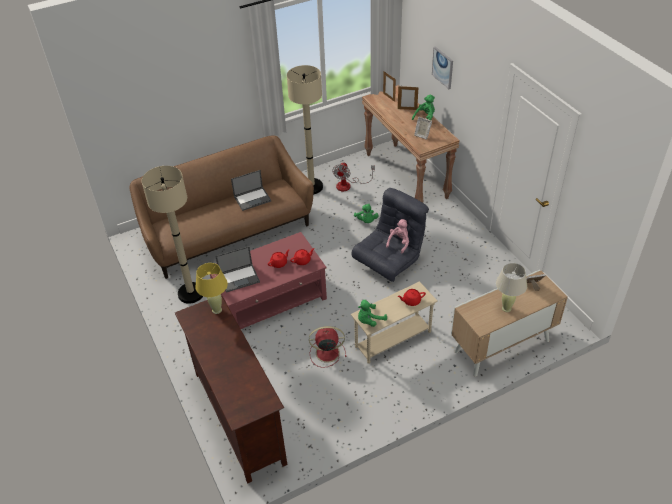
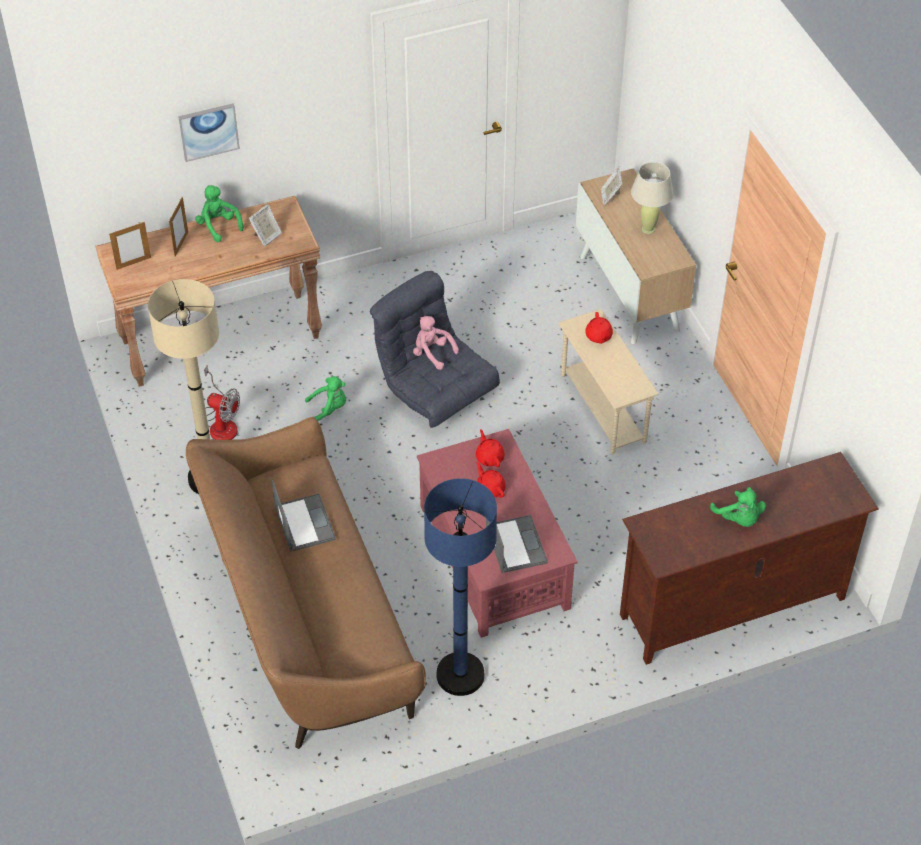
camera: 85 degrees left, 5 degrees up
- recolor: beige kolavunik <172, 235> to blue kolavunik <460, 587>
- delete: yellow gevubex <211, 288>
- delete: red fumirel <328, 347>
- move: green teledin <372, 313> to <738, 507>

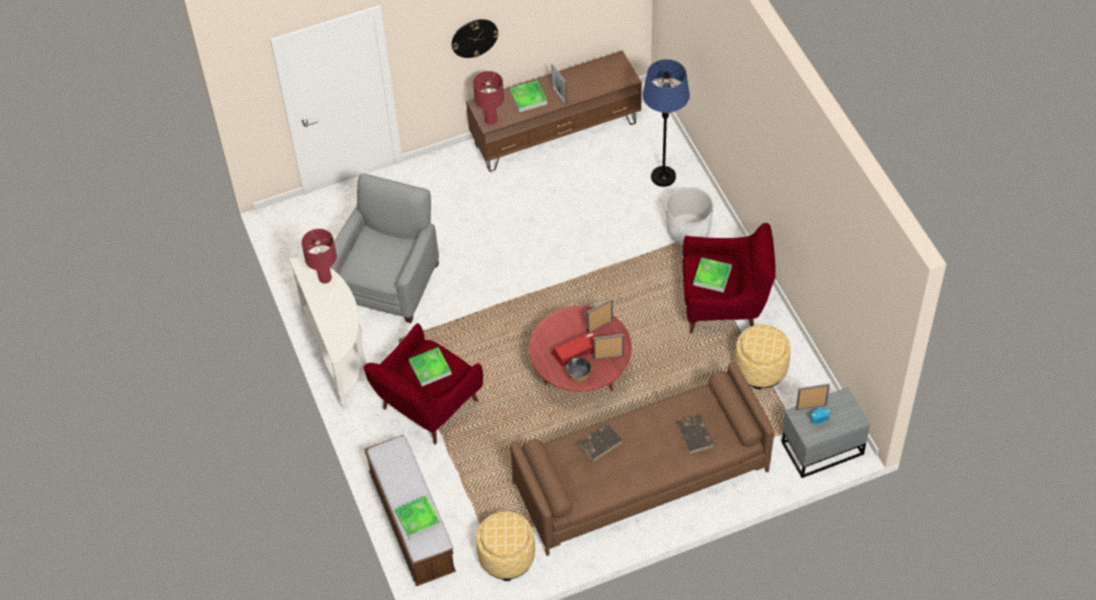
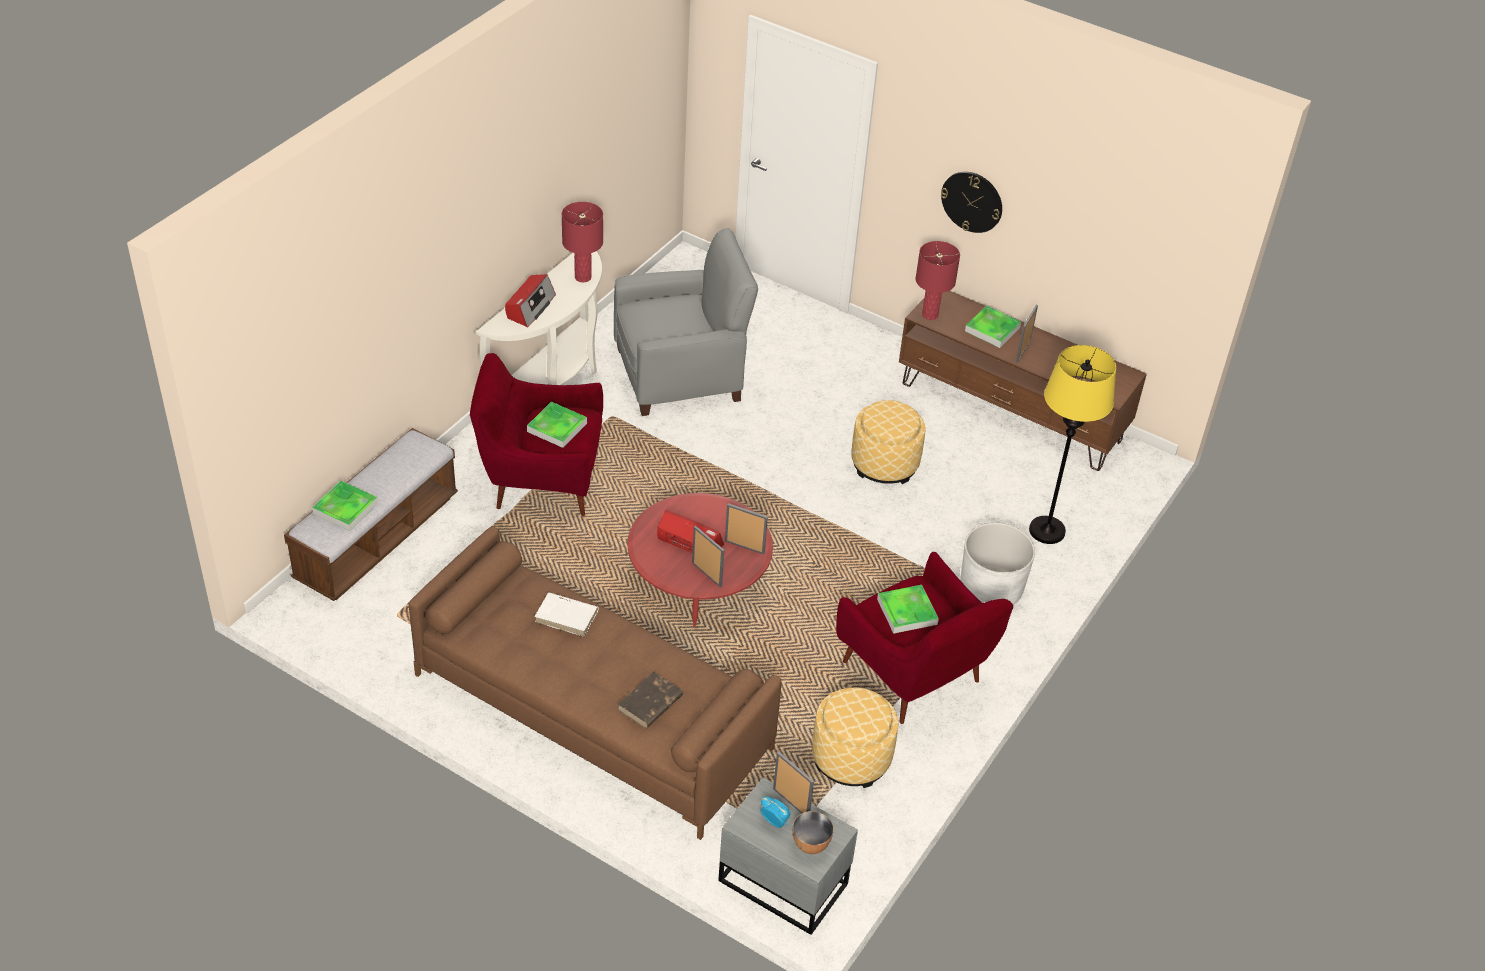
camera: 50 degrees right, 10 degrees down
- move: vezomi <505, 546> to <888, 442>
- move: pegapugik <579, 370> to <813, 832>
- recolor: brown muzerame <600, 442> to white muzerame <566, 615>
- recolor: blue kolavunik <666, 123> to yellow kolavunik <1072, 444>
- insert: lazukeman <530, 300>

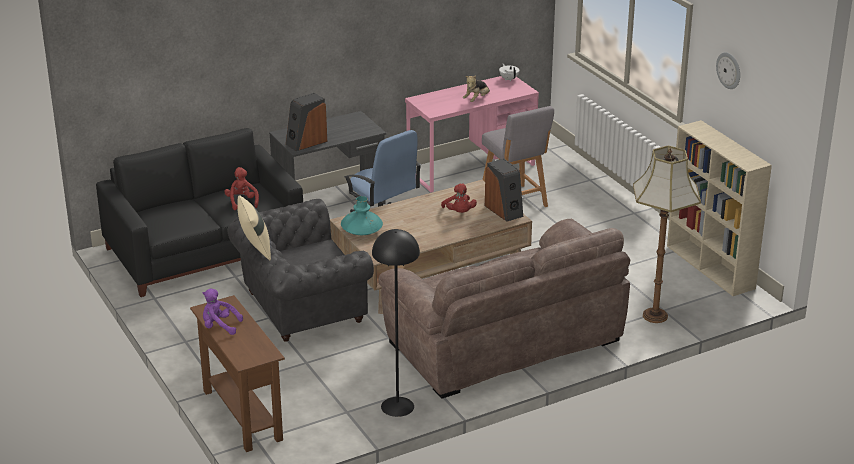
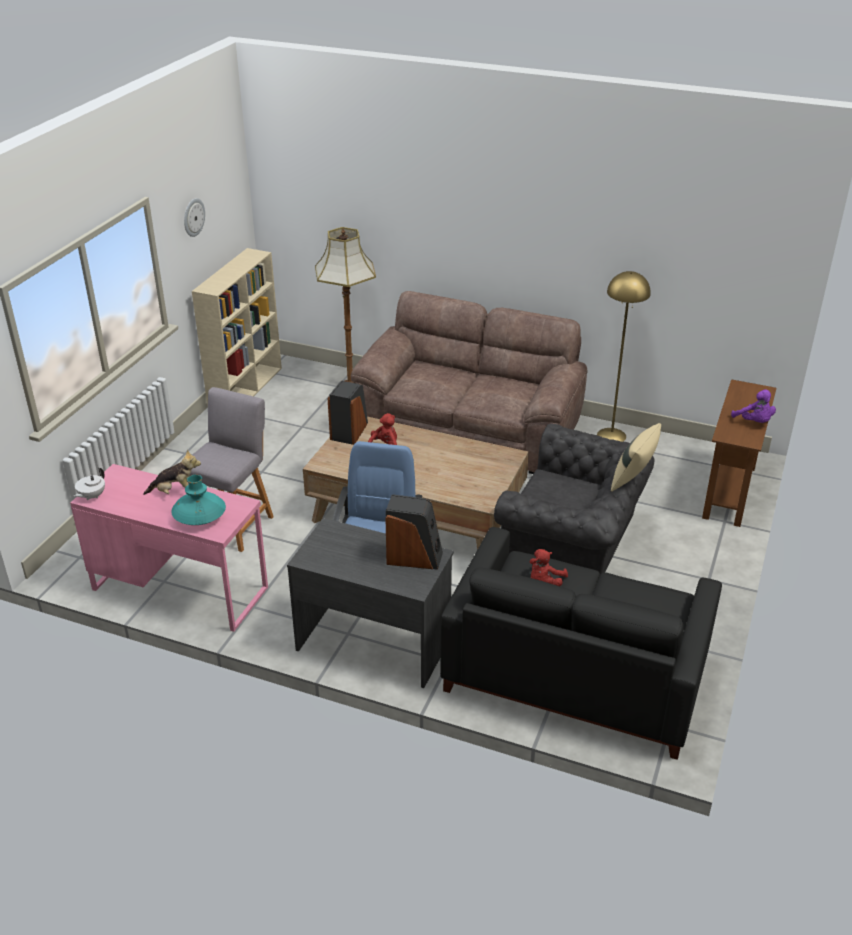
camera: 130 degrees left, 5 degrees up
- move: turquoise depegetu <362, 215> to <198, 500>
- recolor: black kolavunik <396, 323> to yellow kolavunik <624, 356>

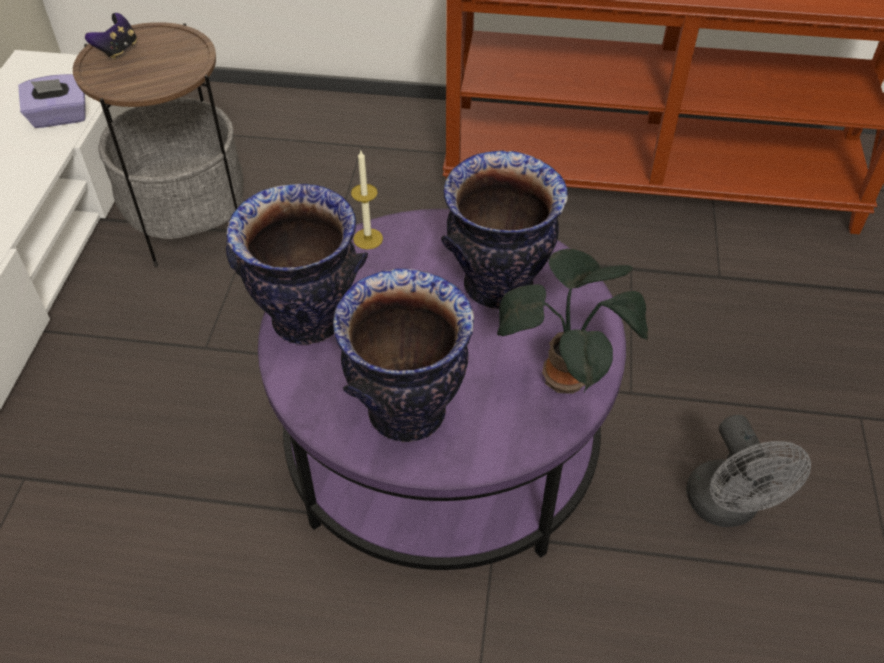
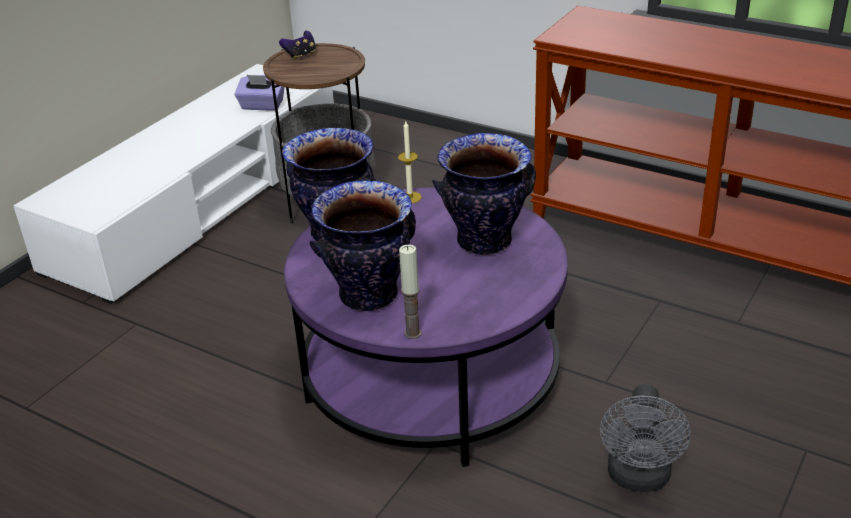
camera: 25 degrees right, 15 degrees down
- delete: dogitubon <572, 321>
- insert: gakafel <410, 292>

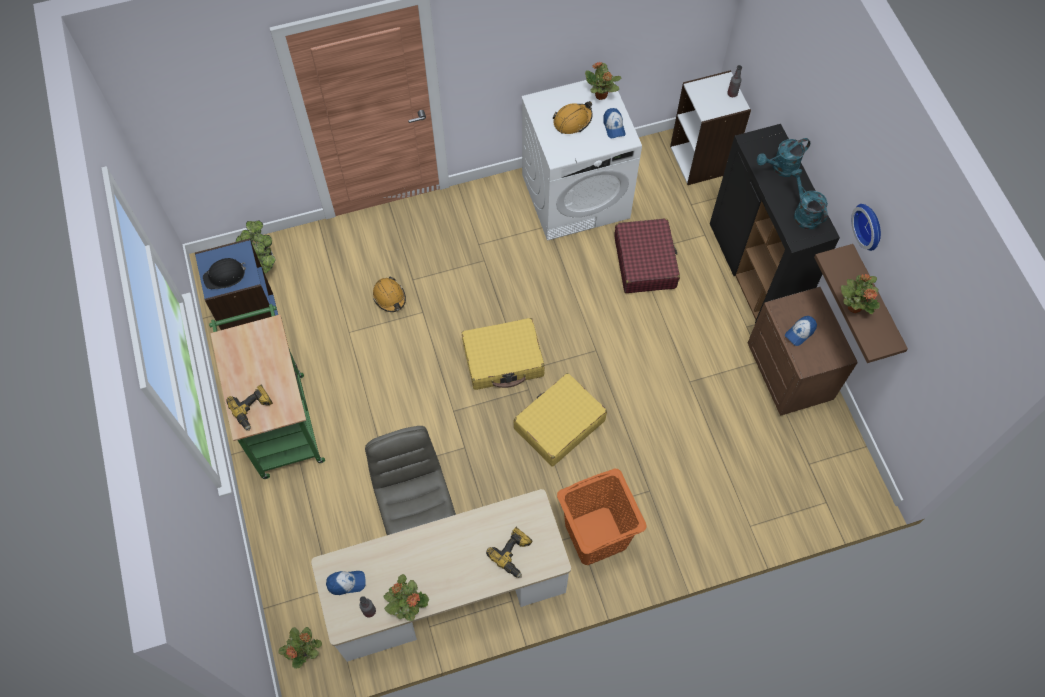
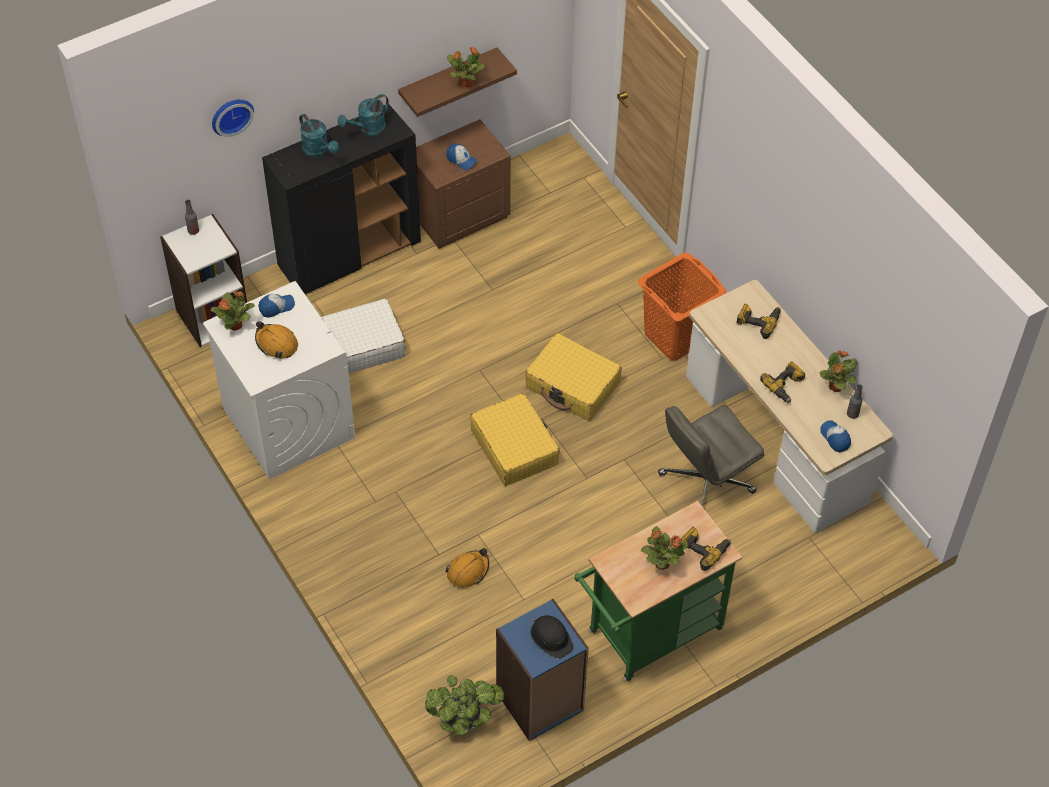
camera: 105 degrees left, 10 degrees down
- move: dogitubon <300, 648> to <664, 548>
- recolor: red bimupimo <647, 255> to white bimupimo <363, 336>
- move: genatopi <866, 227> to <233, 118>
- insert: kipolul <782, 382>

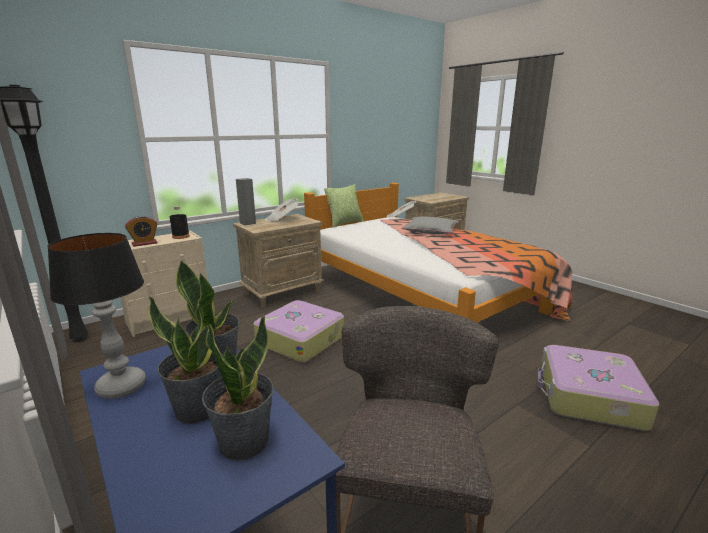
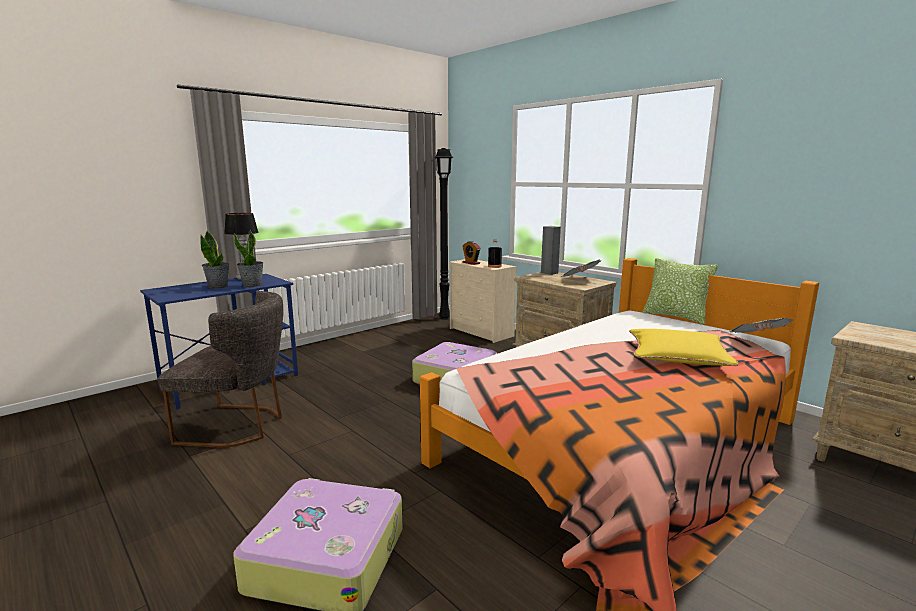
camera: 85 degrees right, 5 degrees down
- delete: dogitubon <238, 388>
- recolor: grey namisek <430, 225> to yellow namisek <684, 347>

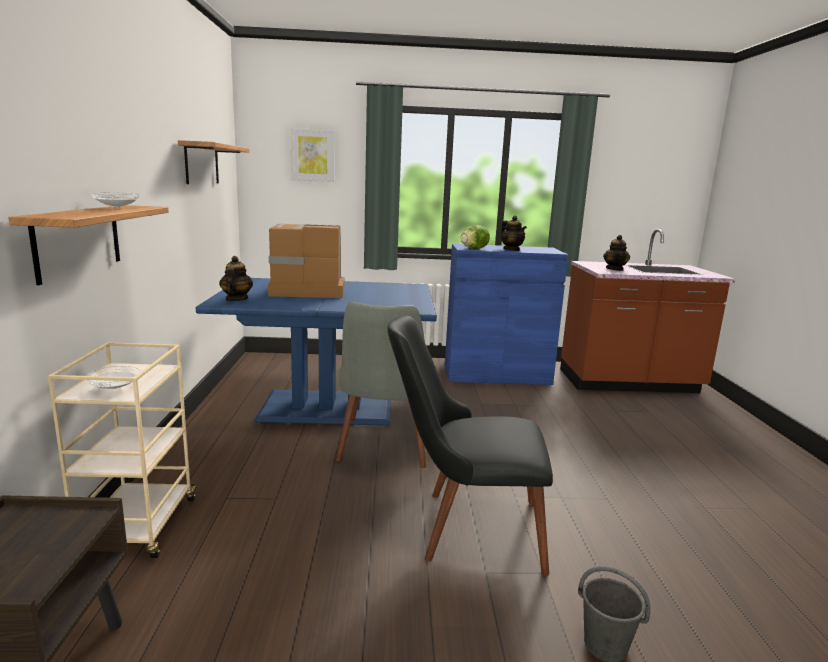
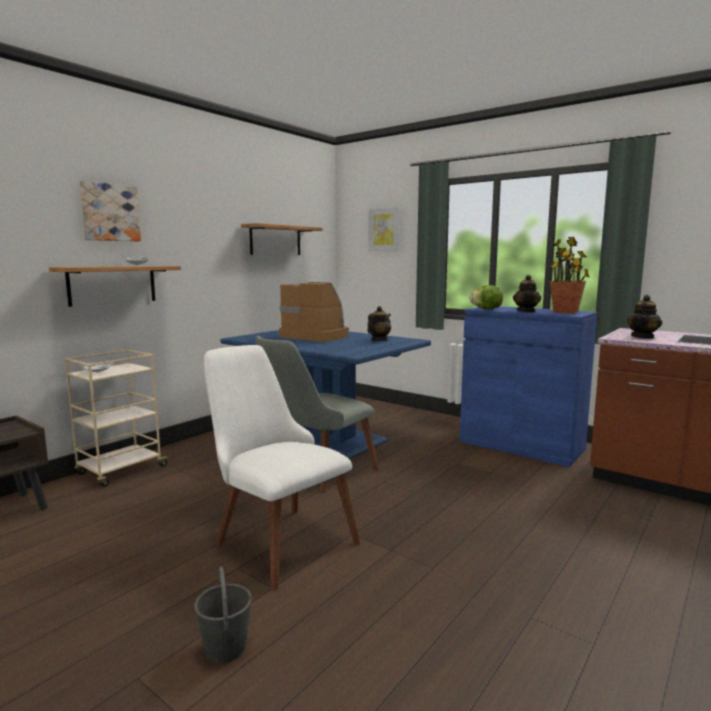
camera: 40 degrees right, 5 degrees down
- move: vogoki <236, 278> to <379, 323>
- recolor: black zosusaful <470, 445> to white zosusaful <282, 468>
- insert: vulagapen <110, 211>
- insert: dogitubon <569, 275>

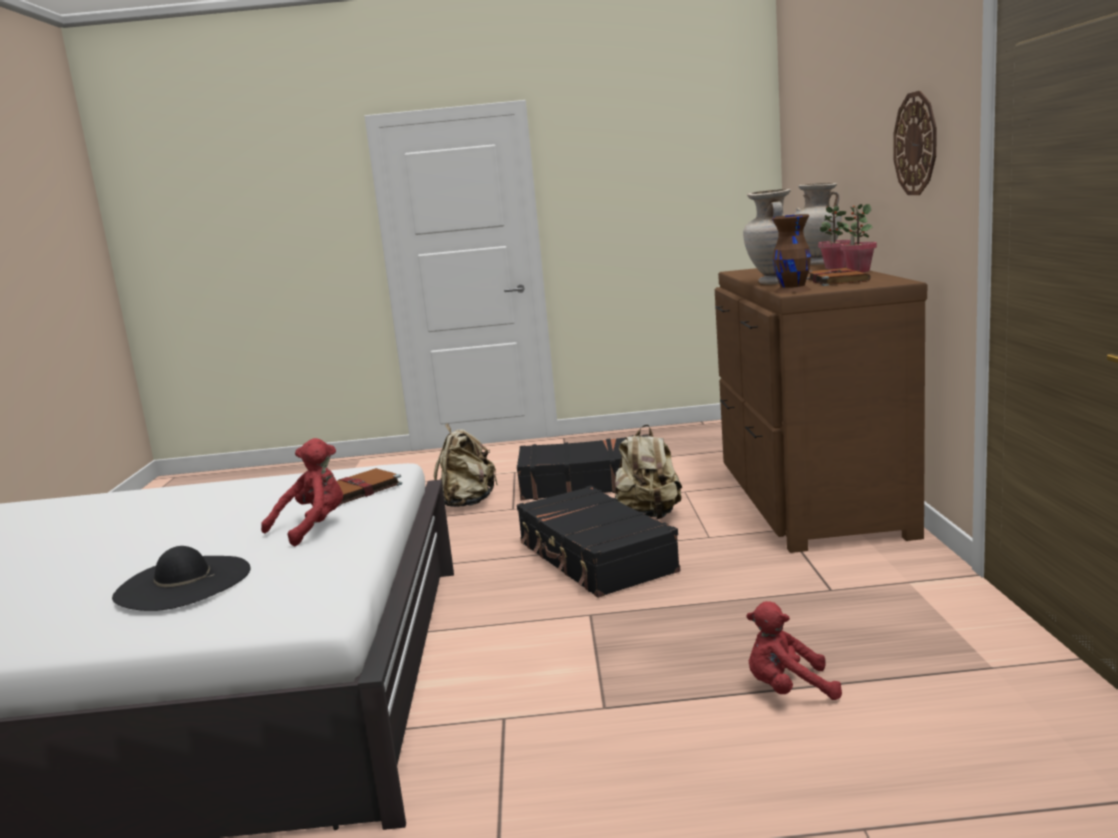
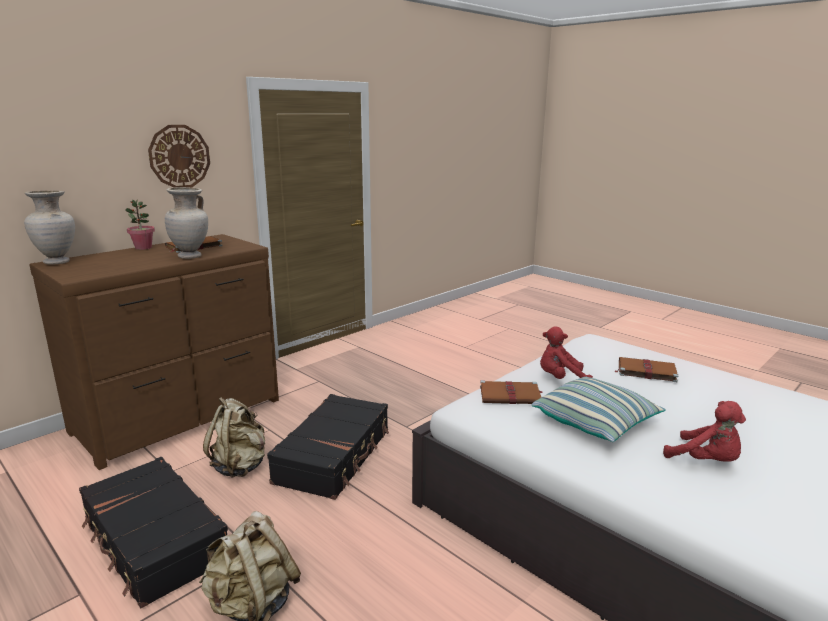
camera: 135 degrees left, 5 degrees up
- replace: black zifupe <181, 578> to brown muzerame <646, 369>
- move: red teledin <794, 650> to <704, 431>
- delete: brown depegetu <791, 253>
- delete: dogitubon <834, 237>
- insert: namisek <599, 409>

